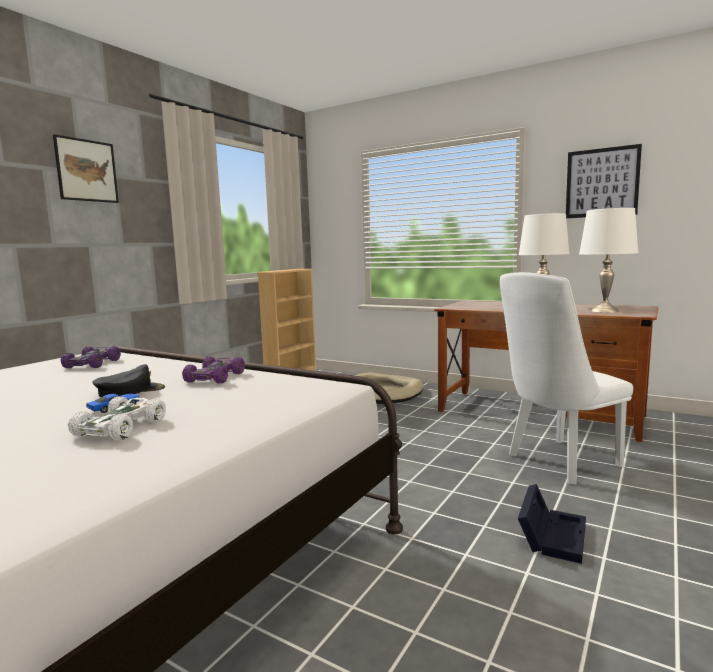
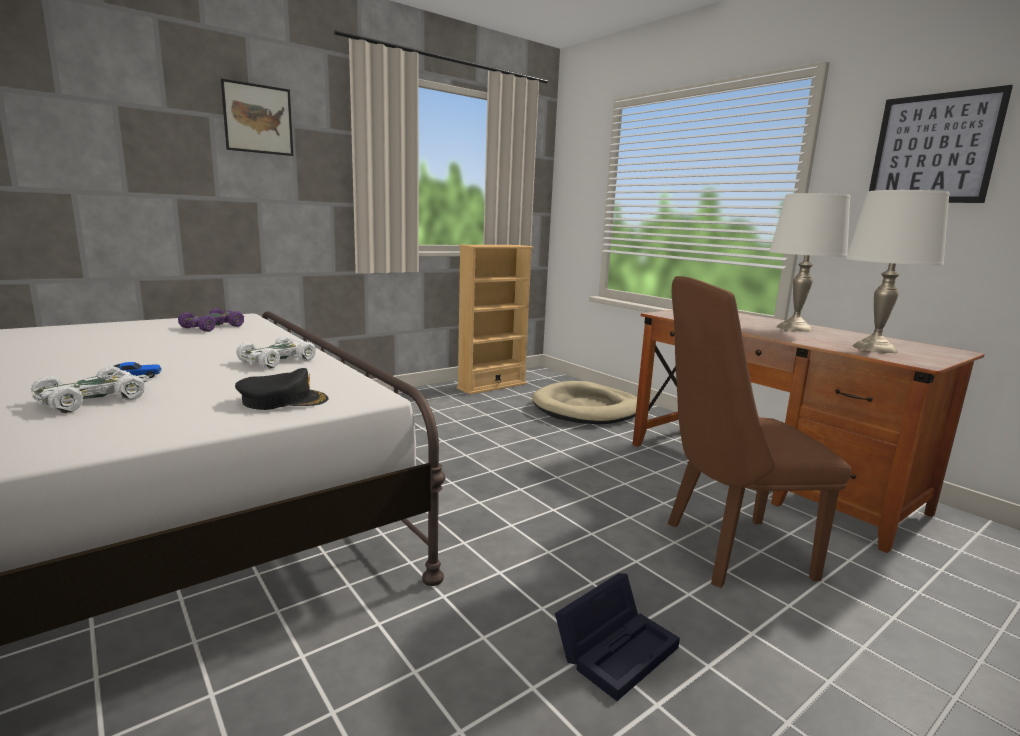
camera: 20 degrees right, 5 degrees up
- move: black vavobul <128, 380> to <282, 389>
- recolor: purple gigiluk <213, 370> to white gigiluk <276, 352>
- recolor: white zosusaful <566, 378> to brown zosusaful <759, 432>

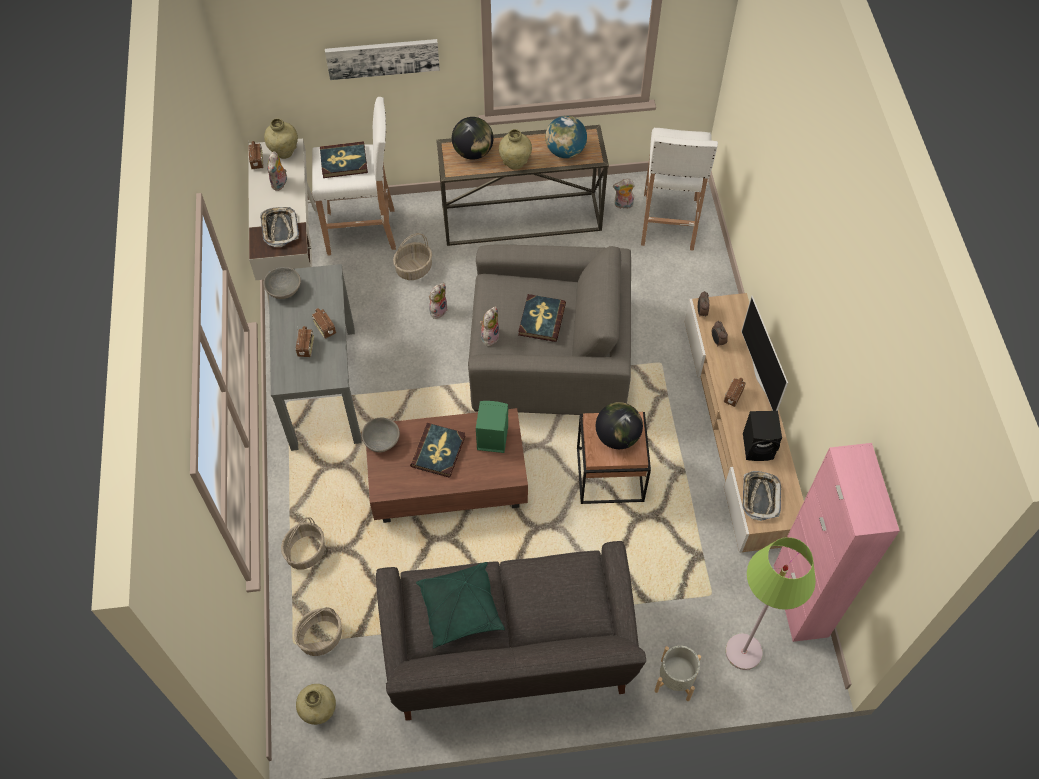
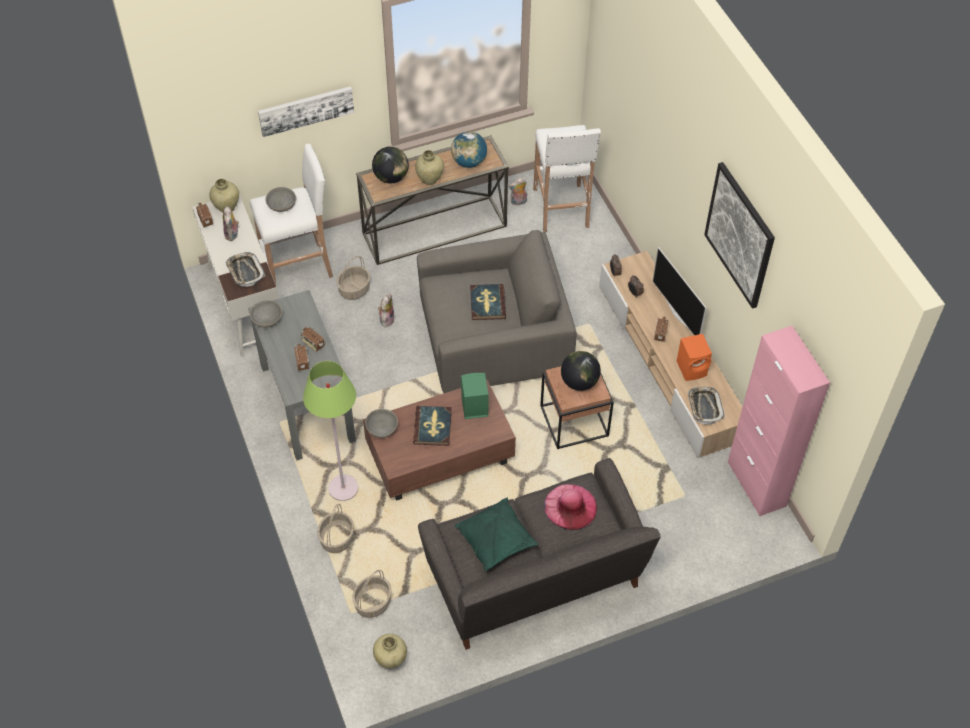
camera: 15 degrees left, 5 degrees down
- replace: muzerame <344, 159> to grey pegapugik <280, 199>
- delete: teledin <489, 326>
- delete: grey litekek <677, 673>
- move: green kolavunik <770, 603> to <330, 431>
- recolor: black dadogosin <762, 436> to orange dadogosin <694, 357>
- insert: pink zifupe <570, 507>
- insert: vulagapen <739, 235>

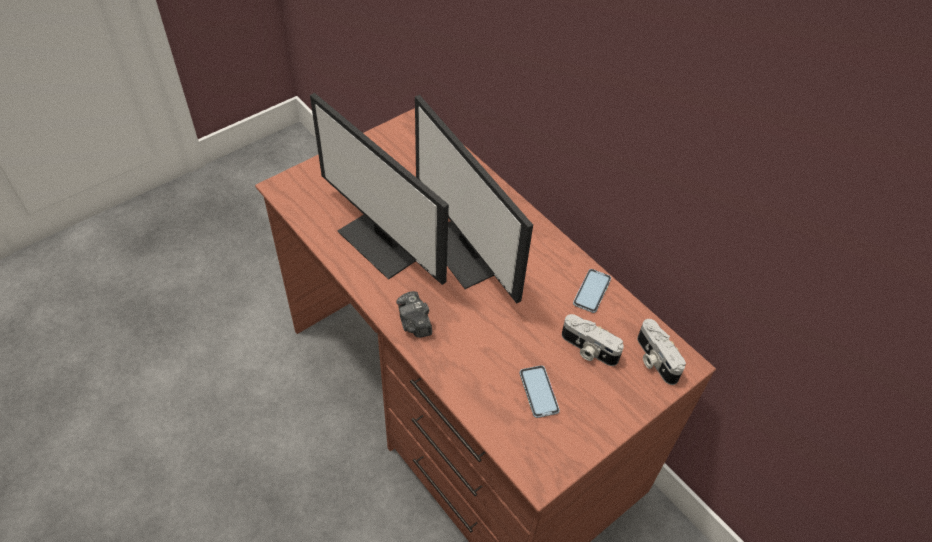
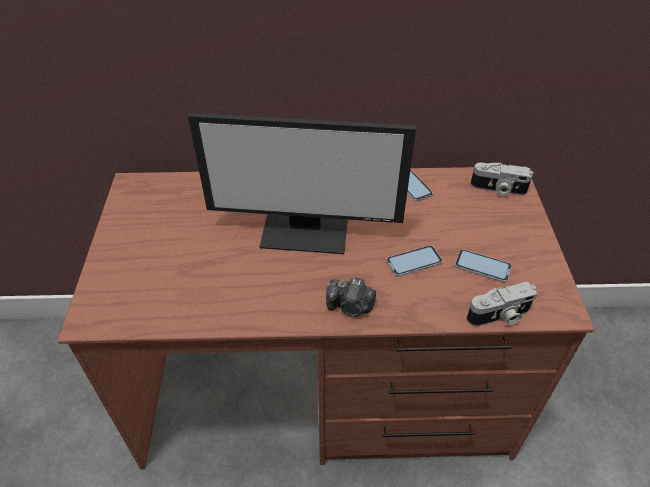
camera: 50 degrees left, 5 degrees down
- delete: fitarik <379, 189>
- move: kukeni <593, 340> to <502, 304>
- insert: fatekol <414, 261>

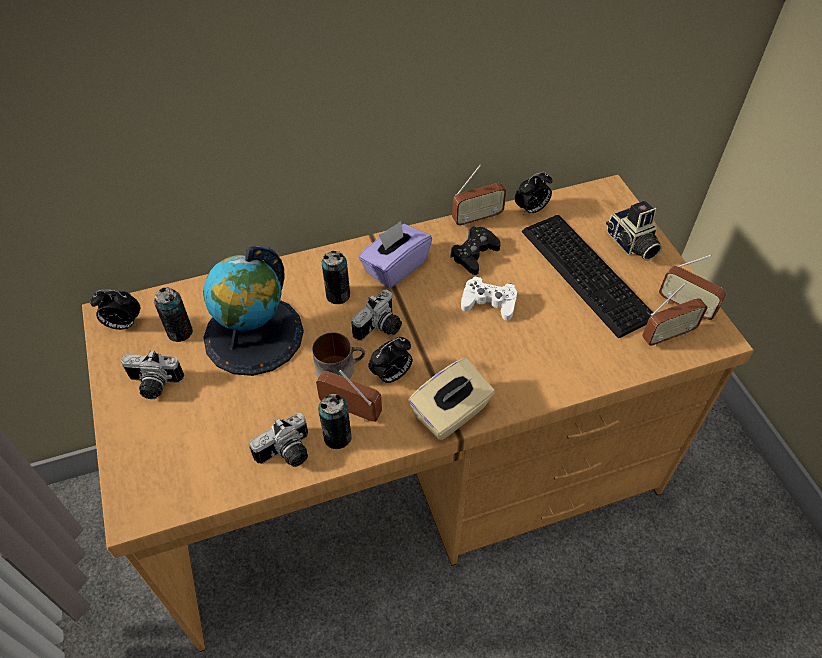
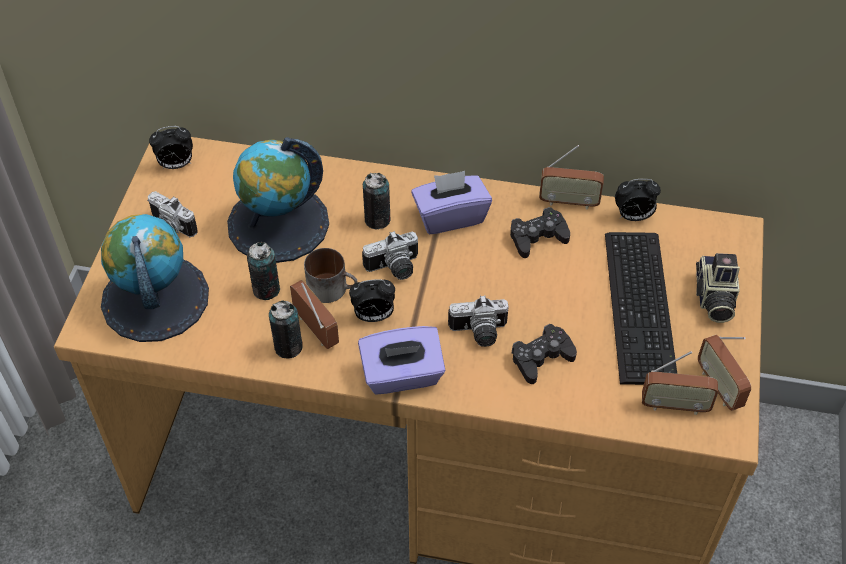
camera: 30 degrees right, 0 degrees up
- rotate: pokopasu <115, 310> = <171, 147> 45 degrees counterclockwise
- move: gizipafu <173, 314> to <263, 271>
- move: kukeni <278, 440> to <478, 321>
- recolor: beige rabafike <452, 399> to purple rabafike <401, 360>
- delete: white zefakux <489, 298>
- insert: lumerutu <155, 278>
- insert: black zefakux <544, 354>

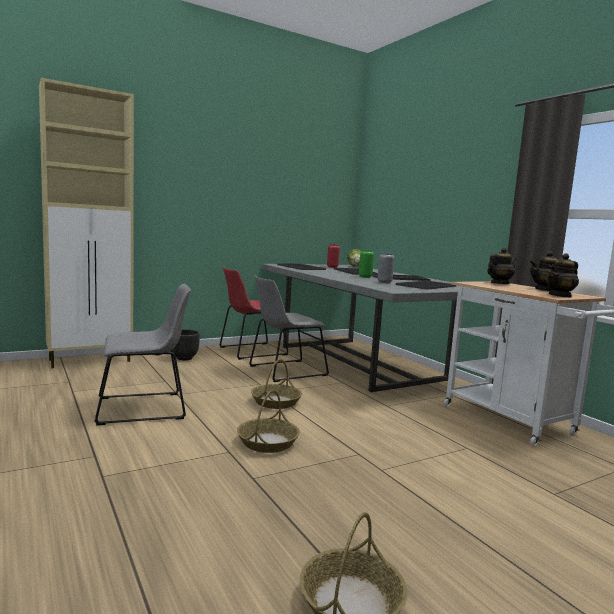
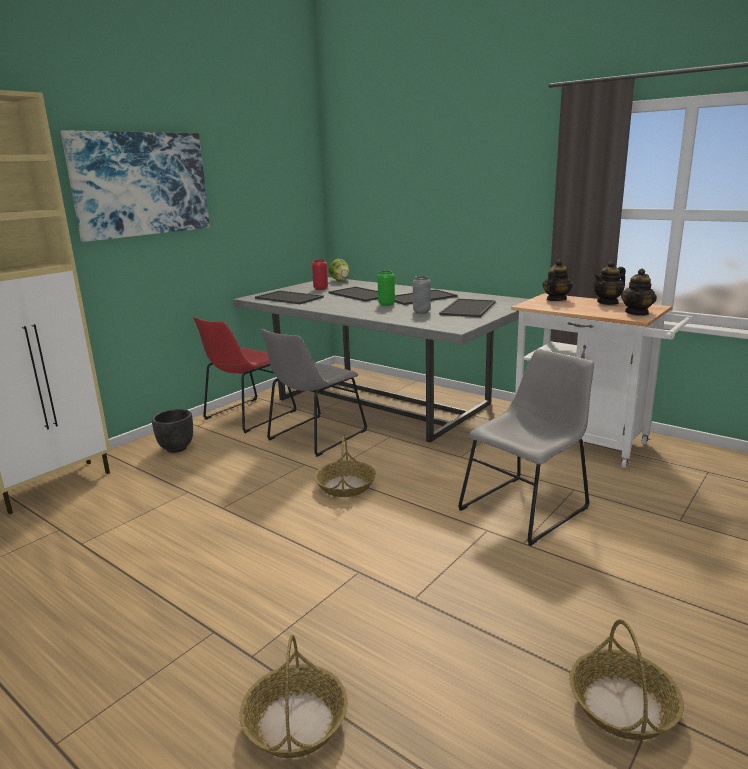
camera: 20 degrees left, 10 degrees up
- move: grey zosusaful <142, 355> to <526, 447>
- move: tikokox <268, 421> to <293, 696>
- insert: vulagapen <135, 186>

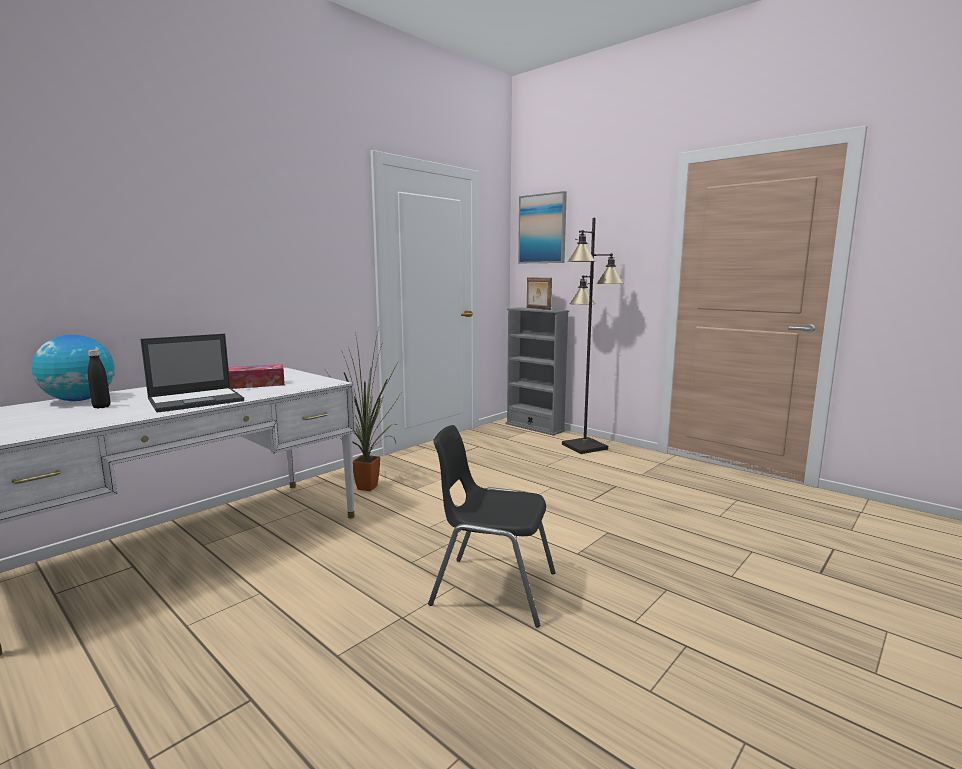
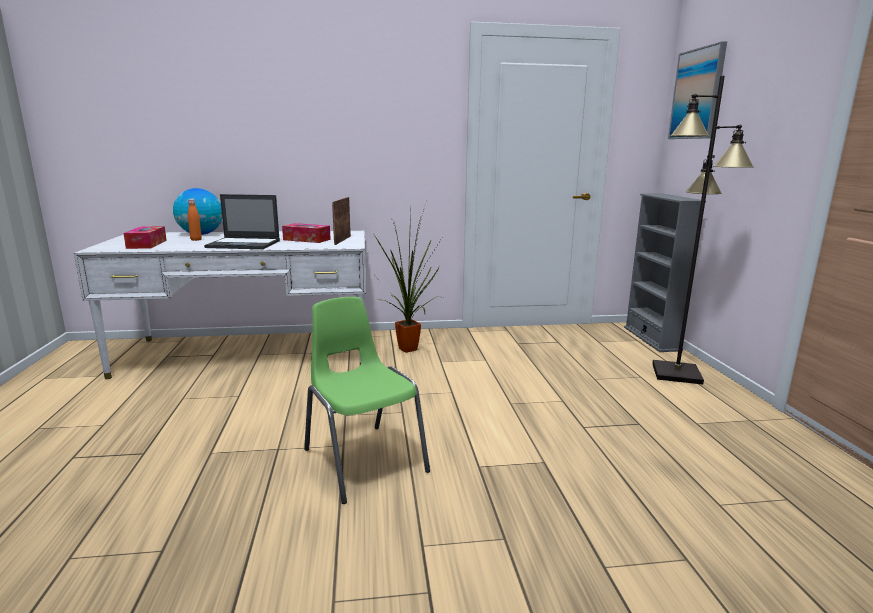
camera: 40 degrees right, 5 degrees up
- recolor: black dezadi <99, 379> to orange dezadi <195, 220>
- recolor: black zosusaful <492, 526> to green zosusaful <367, 400>
- move: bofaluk <539, 293> to <341, 221>
- insert: rabafike <145, 237>

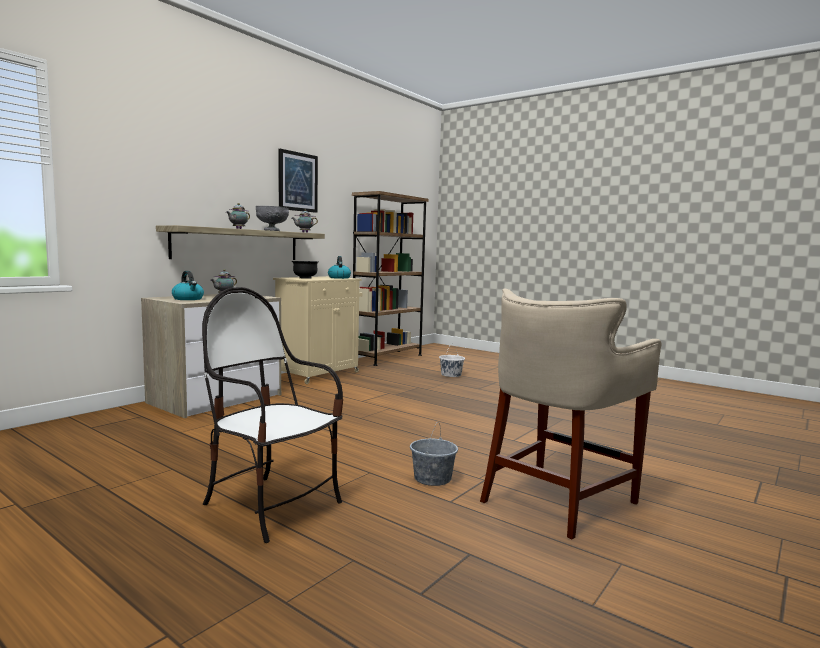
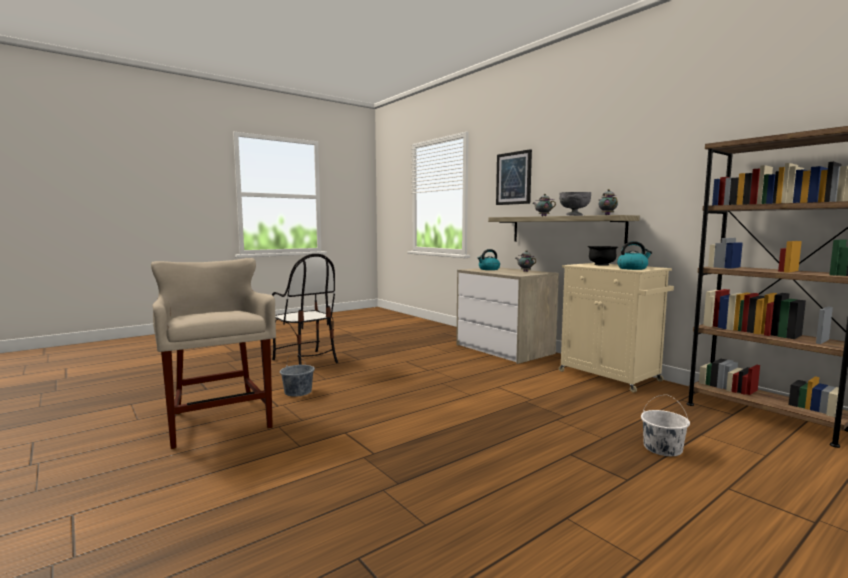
camera: 105 degrees right, 0 degrees up
- rotate: zosusaful <272, 415> = <305, 309> 90 degrees clockwise
- move: vulagapen <298, 181> to <514, 177>

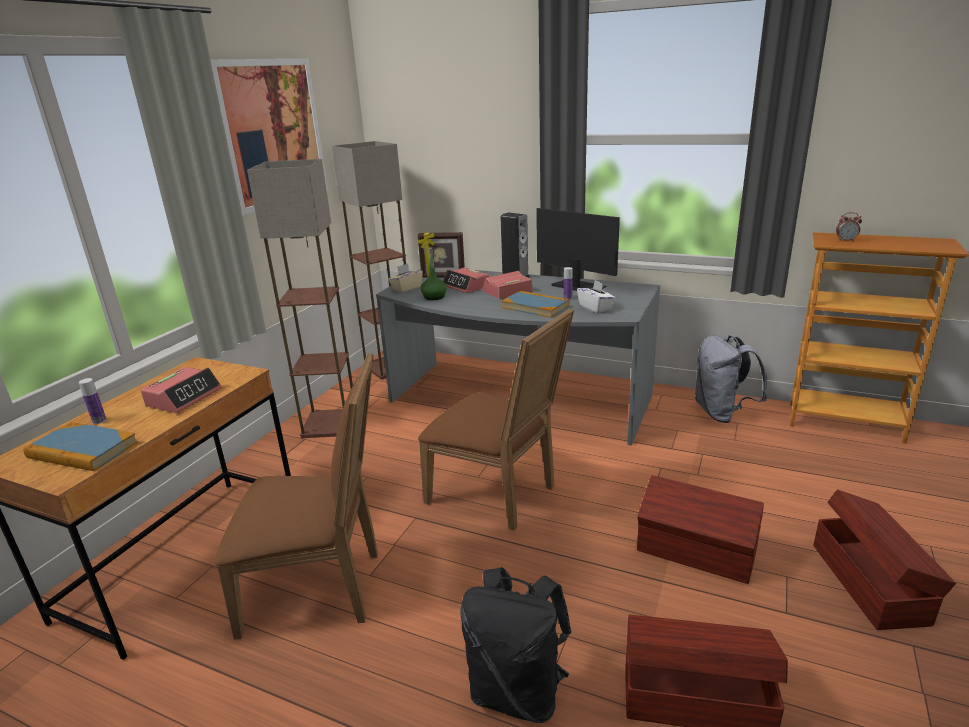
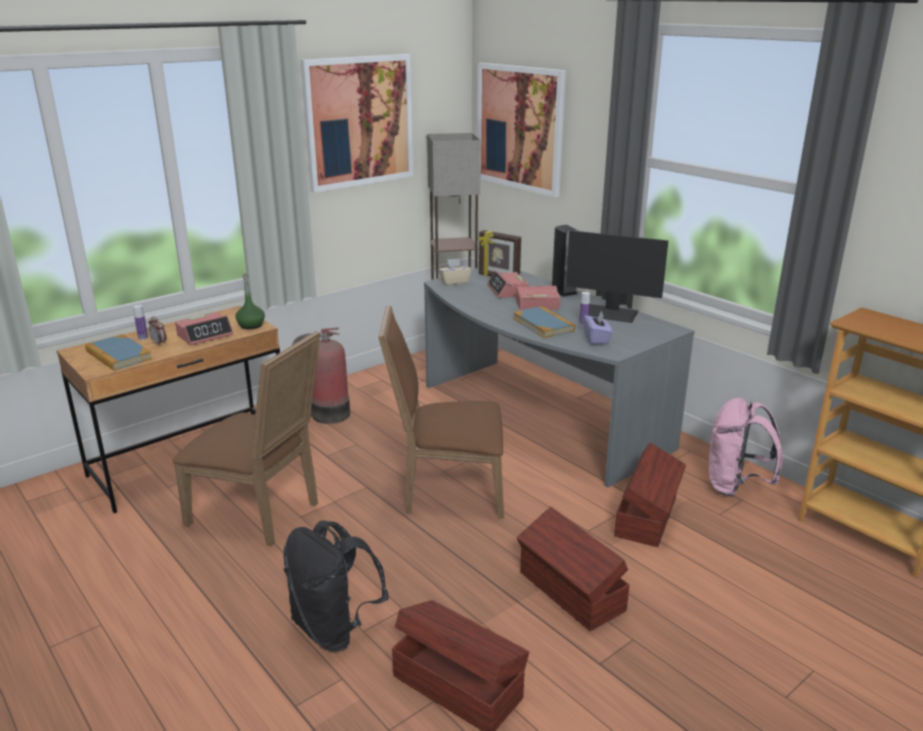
camera: 25 degrees right, 0 degrees up
- delete: kolavunik <300, 298>
- rotate: brown zosusaful <496, 419> = <441, 412> 120 degrees clockwise
- move: green dezadi <433, 273> to <250, 301>
- rotate: fitarik <578, 249> = <617, 276> 135 degrees clockwise
- recolor: white rabafike <596, 296> to purple rabafike <597, 328>
- recolor: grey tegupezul <730, 379> to pink tegupezul <746, 447>
- move: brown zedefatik <884, 560> to <650, 494>
- move: pokopasu <849, 227> to <158, 331>
- insert: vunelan <321, 376>
- insert: vulagapen <521, 130>

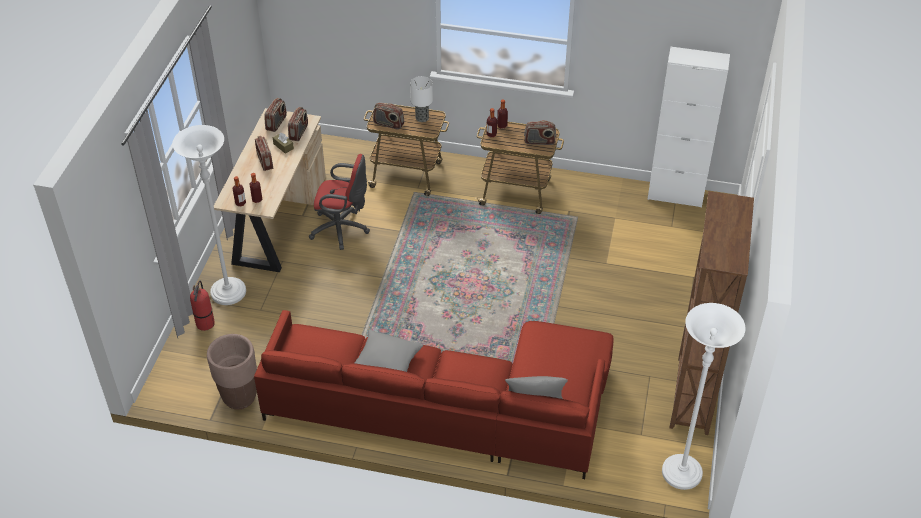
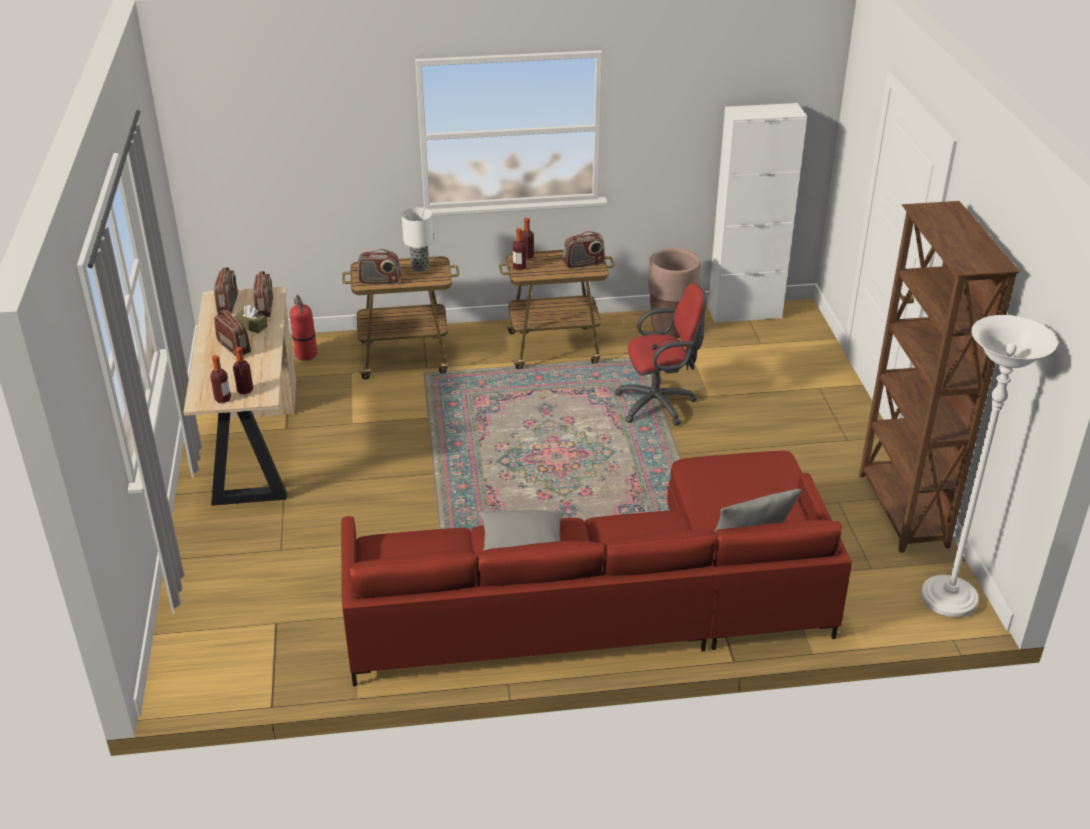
camera: 20 degrees left, 10 degrees down
- delete: white kolavunik <209, 215>
- move: vunelan <202, 306> to <303, 328>
- move: brown litekek <232, 372> to <674, 293>
- move: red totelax <339, 202> to <661, 355>

